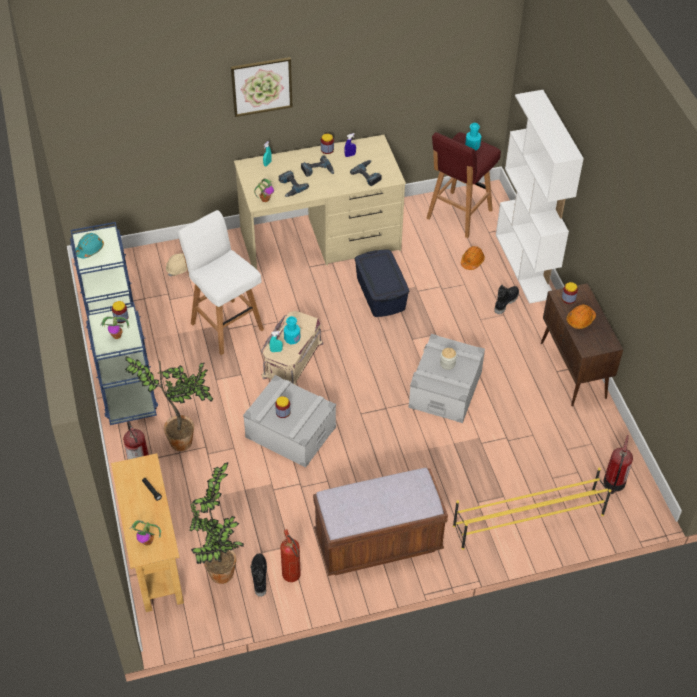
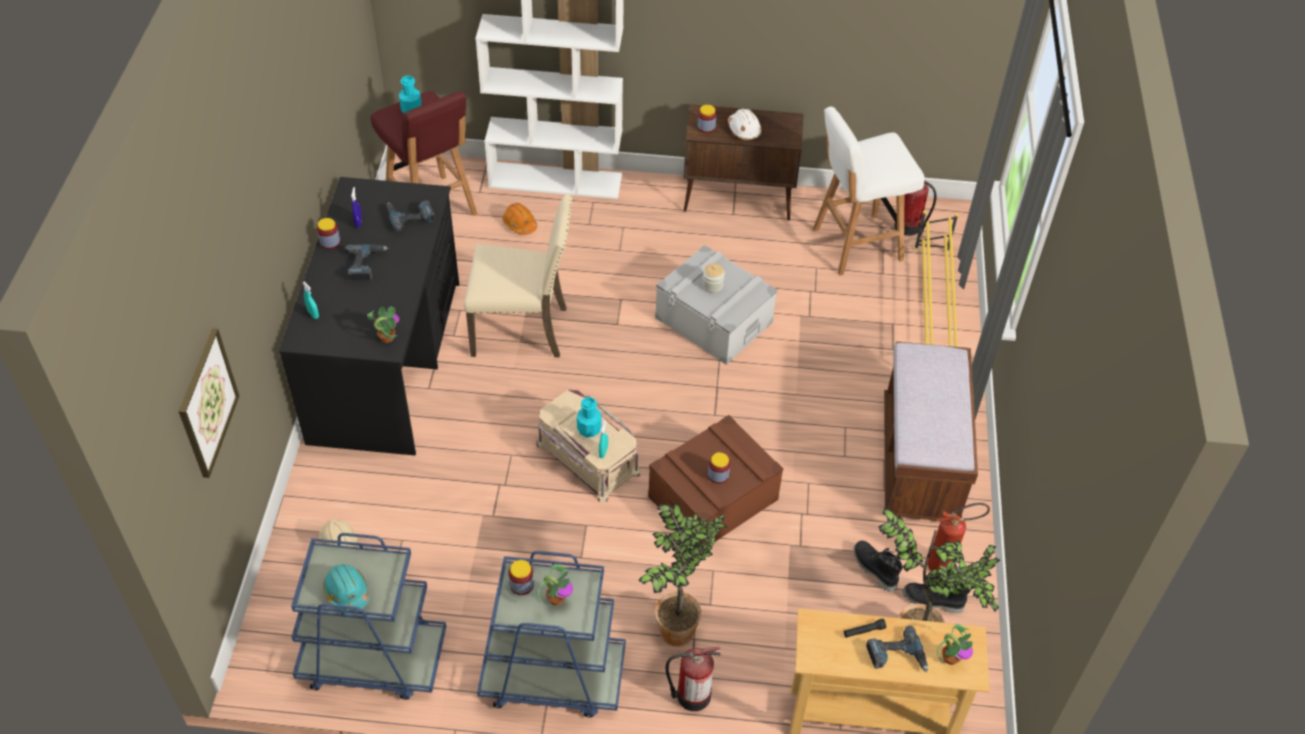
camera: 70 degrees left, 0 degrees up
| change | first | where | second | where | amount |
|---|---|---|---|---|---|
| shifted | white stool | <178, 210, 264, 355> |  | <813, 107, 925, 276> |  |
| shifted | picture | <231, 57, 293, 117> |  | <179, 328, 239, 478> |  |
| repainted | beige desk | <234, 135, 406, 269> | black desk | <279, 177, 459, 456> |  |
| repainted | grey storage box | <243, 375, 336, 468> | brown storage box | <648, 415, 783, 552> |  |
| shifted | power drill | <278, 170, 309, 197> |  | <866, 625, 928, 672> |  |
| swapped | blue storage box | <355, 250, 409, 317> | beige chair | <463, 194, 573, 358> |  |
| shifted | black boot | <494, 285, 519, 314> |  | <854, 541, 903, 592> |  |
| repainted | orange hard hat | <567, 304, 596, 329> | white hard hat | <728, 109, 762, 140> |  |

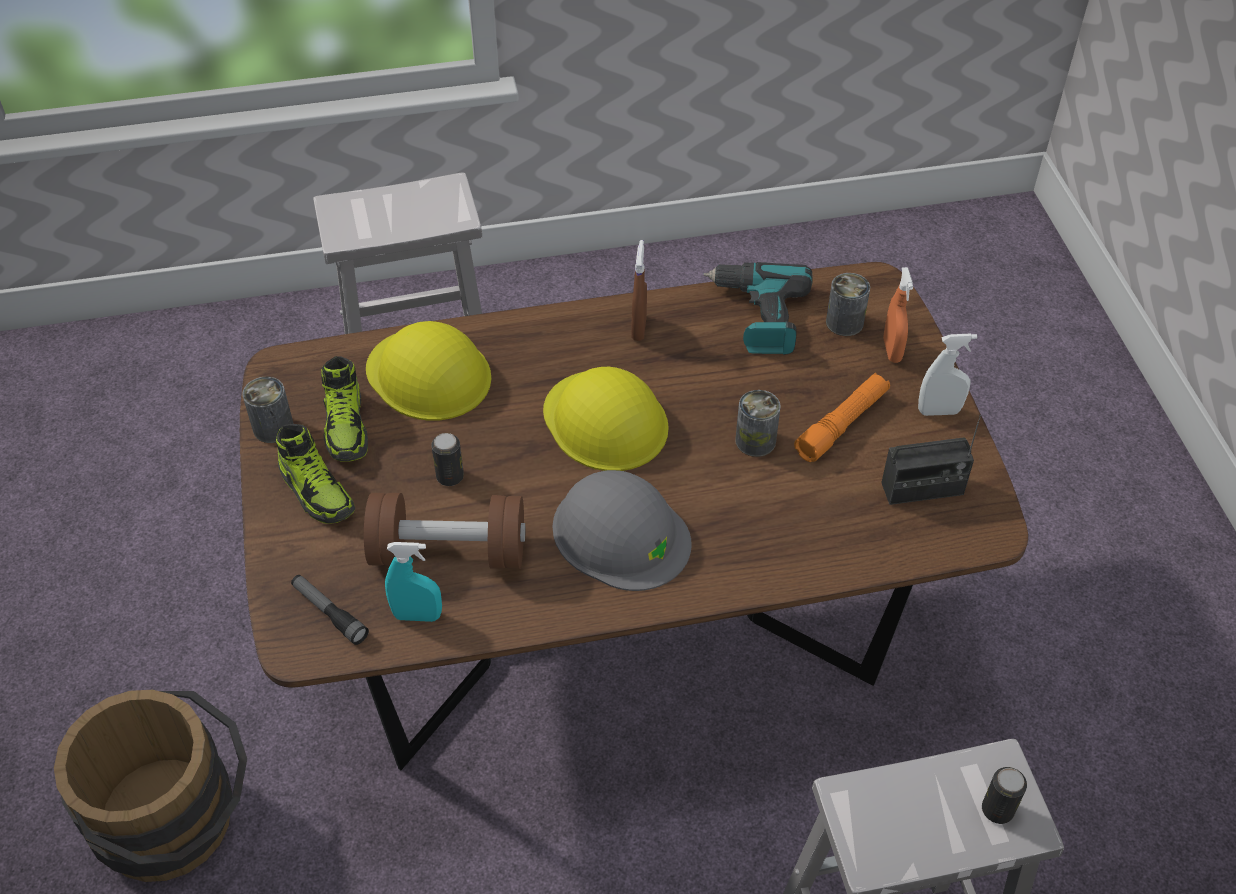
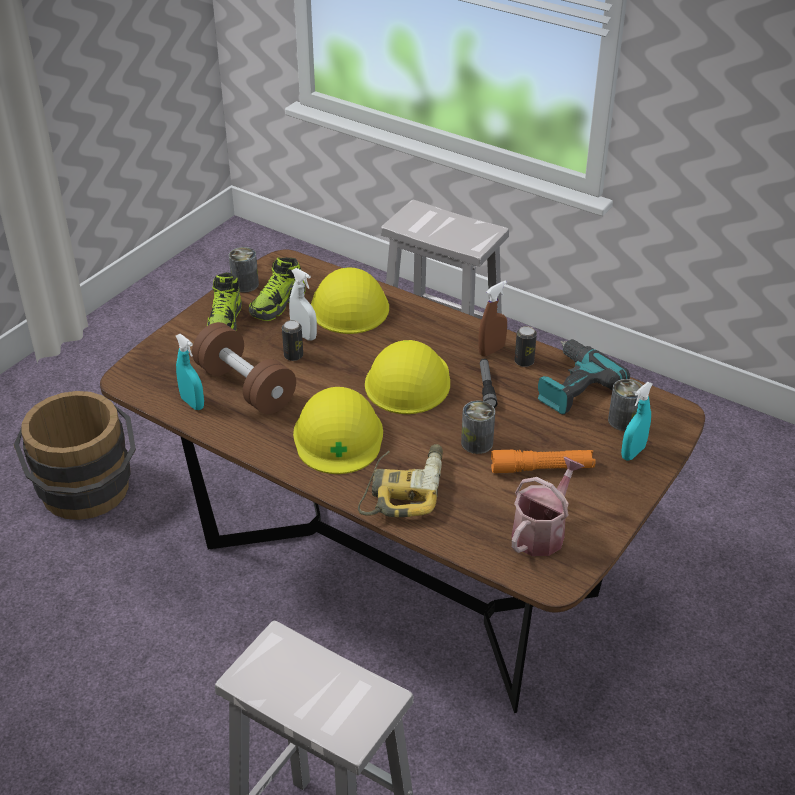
camera: 45 degrees right, 10 degrees down
| change | first | where | second | where | amount |
|---|---|---|---|---|---|
| shifted | flashlight | <291, 575, 369, 645> |  | <480, 359, 498, 408> |  |
| repainted | grey hard hat | <552, 470, 692, 591> | yellow hard hat | <293, 387, 383, 474> |  |
| swapped | radio | <881, 415, 981, 505> | watering can | <511, 457, 585, 556> |  |
| repainted | orange spray bottle | <883, 267, 913, 363> | turquoise spray bottle | <621, 382, 653, 461> |  |
| shifted | white spray bottle | <918, 333, 977, 416> |  | <289, 268, 317, 341> |  |
| shifted | can | <982, 767, 1027, 824> |  | <515, 326, 537, 367> |  |
| new |  |  | power drill | <358, 444, 443, 517> |  |

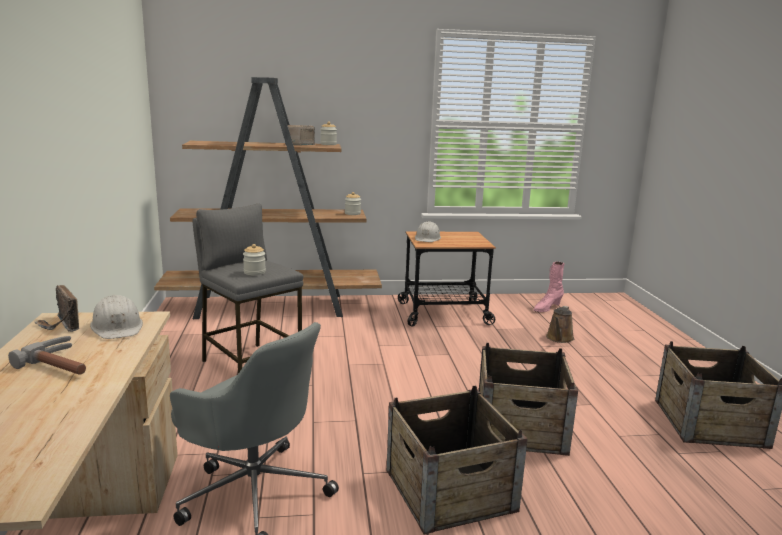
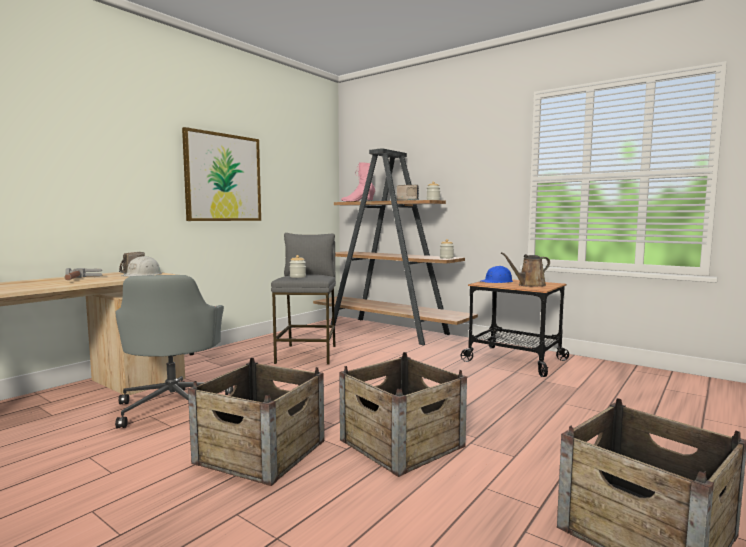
camera: 45 degrees right, 10 degrees down
| change | first | where | second | where | amount |
|---|---|---|---|---|---|
| repainted | white hard hat | <415, 221, 441, 242> | blue hard hat | <481, 266, 513, 283> |  |
| shifted | pink boot | <533, 262, 565, 312> |  | <341, 162, 375, 202> |  |
| shifted | brown watering can | <546, 306, 574, 343> |  | <501, 252, 550, 287> |  |
| new |  |  | picture | <182, 127, 261, 221> |  |

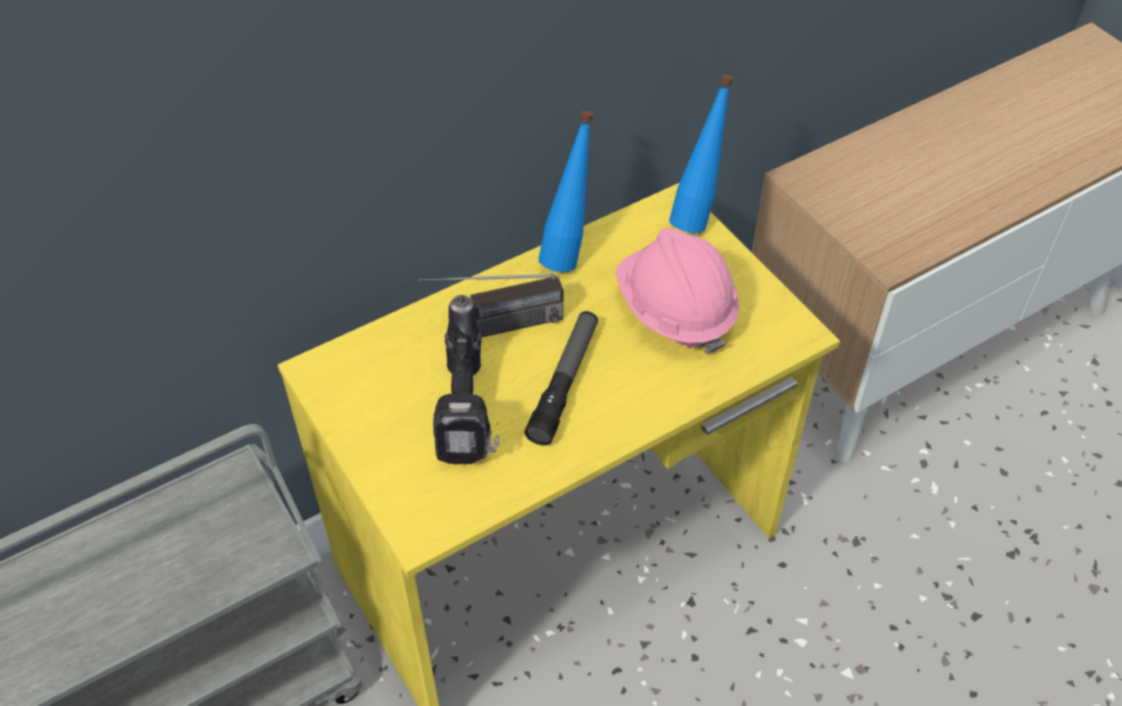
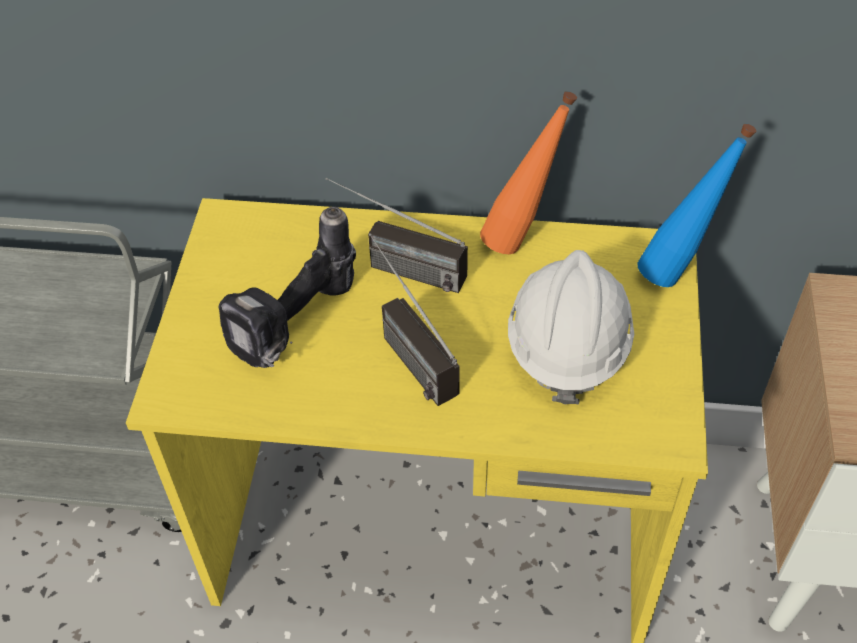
camera: 40 degrees right, 0 degrees up
| change | first | where | second | where | amount |
|---|---|---|---|---|---|
| swapped | flashlight | <524, 311, 598, 445> | radio | <369, 234, 460, 406> |  |
| repainted | blue bottle | <539, 111, 594, 272> | orange bottle | <480, 91, 577, 254> |  |
| repainted | pink hard hat | <615, 228, 739, 354> | white hard hat | <508, 250, 634, 404> |  |

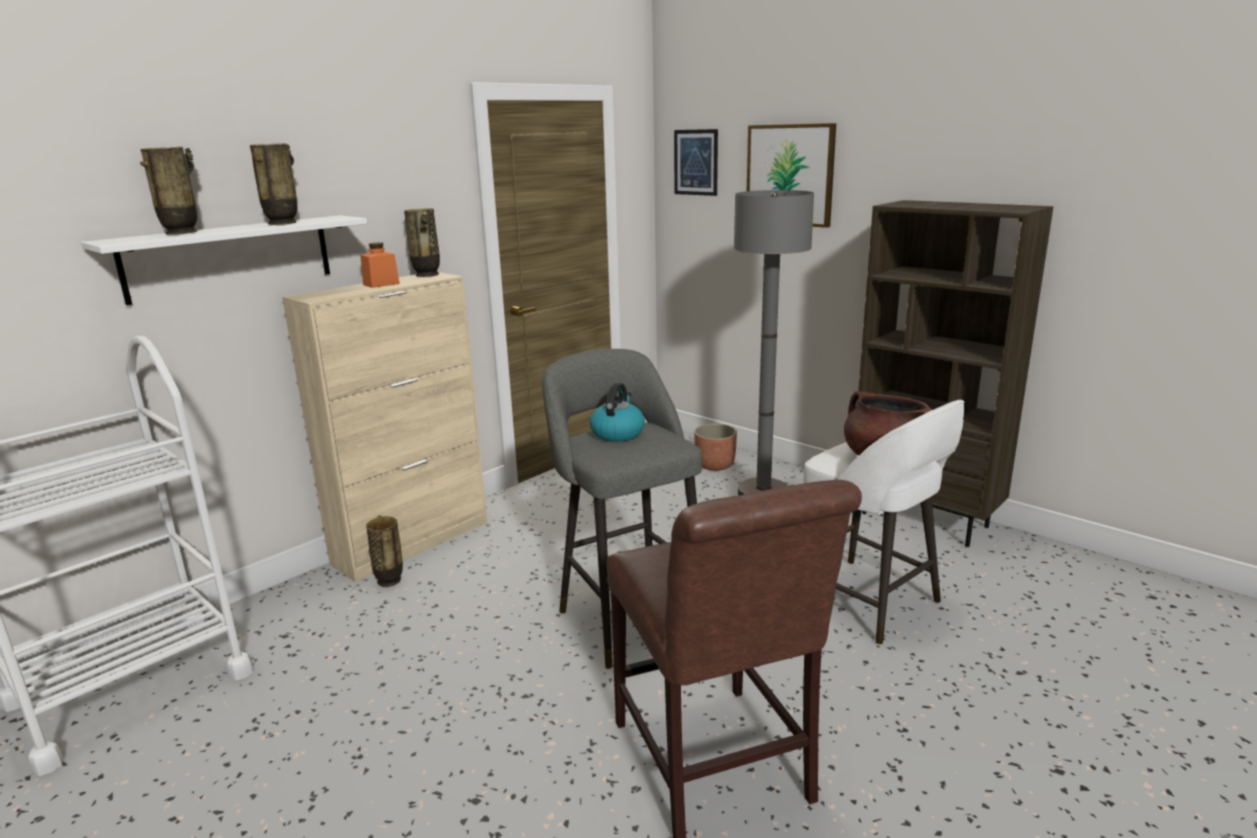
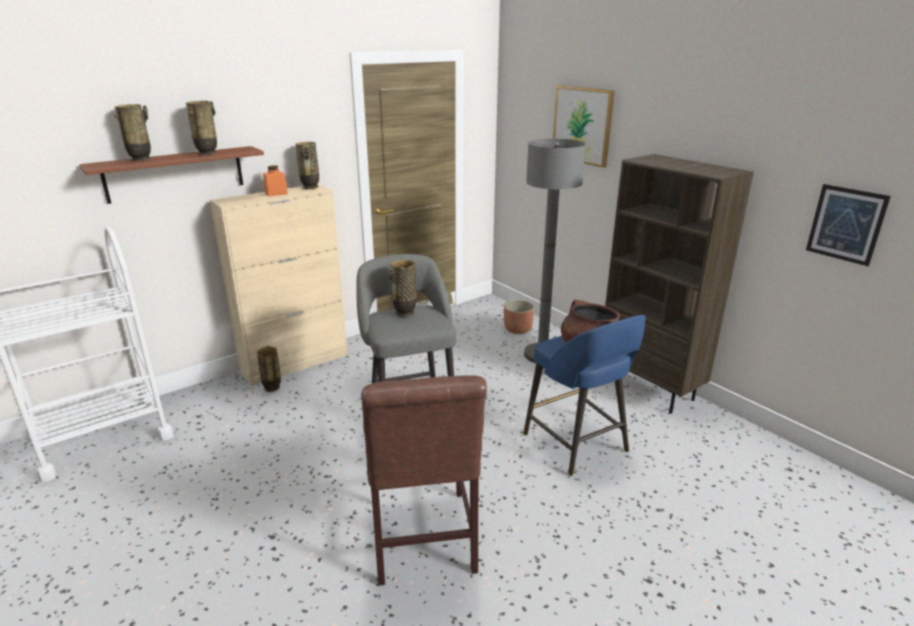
camera: 10 degrees right, 5 degrees up
| change | first | where | second | where | amount |
|---|---|---|---|---|---|
| repainted | white shelf | <81, 215, 367, 305> | brown shelf | <79, 146, 264, 204> |  |
| swapped | kettle | <590, 383, 645, 442> | vase | <389, 260, 417, 317> |  |
| shifted | picture | <674, 129, 718, 196> |  | <806, 184, 891, 266> |  |
| repainted | white stool | <803, 400, 964, 645> | blue stool | <523, 315, 646, 476> |  |

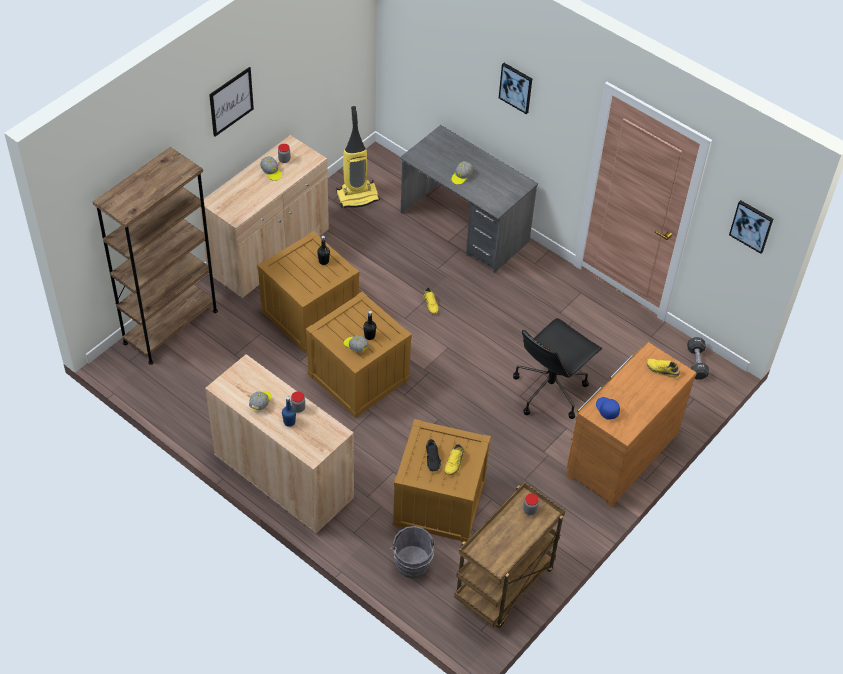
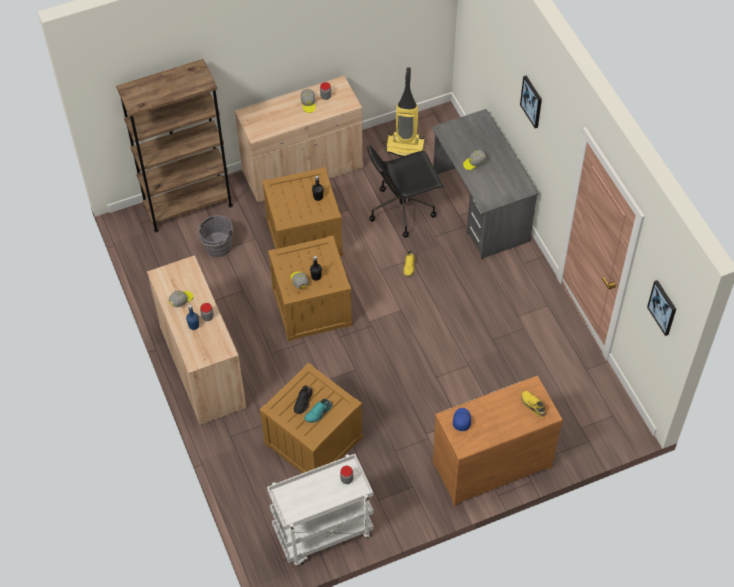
camera: 30 degrees right, 5 degrees up
| change | first | where | second | where | amount |
|---|---|---|---|---|---|
| gone | picture | <209, 67, 254, 137> |  |  |  |
| shifted | grey bucket | <390, 526, 436, 578> |  | <197, 215, 233, 257> |  |
| repainted | yellow shoe | <444, 444, 464, 475> | turquoise shoe | <304, 399, 332, 423> |  |
| repainted | brown cart | <454, 482, 565, 627> | white cart | <267, 454, 374, 566> |  |
| shifted | black office chair | <513, 318, 602, 419> |  | <367, 144, 444, 238> |  |
| gone | black dumbbell | <687, 337, 709, 380> |  |  |  |

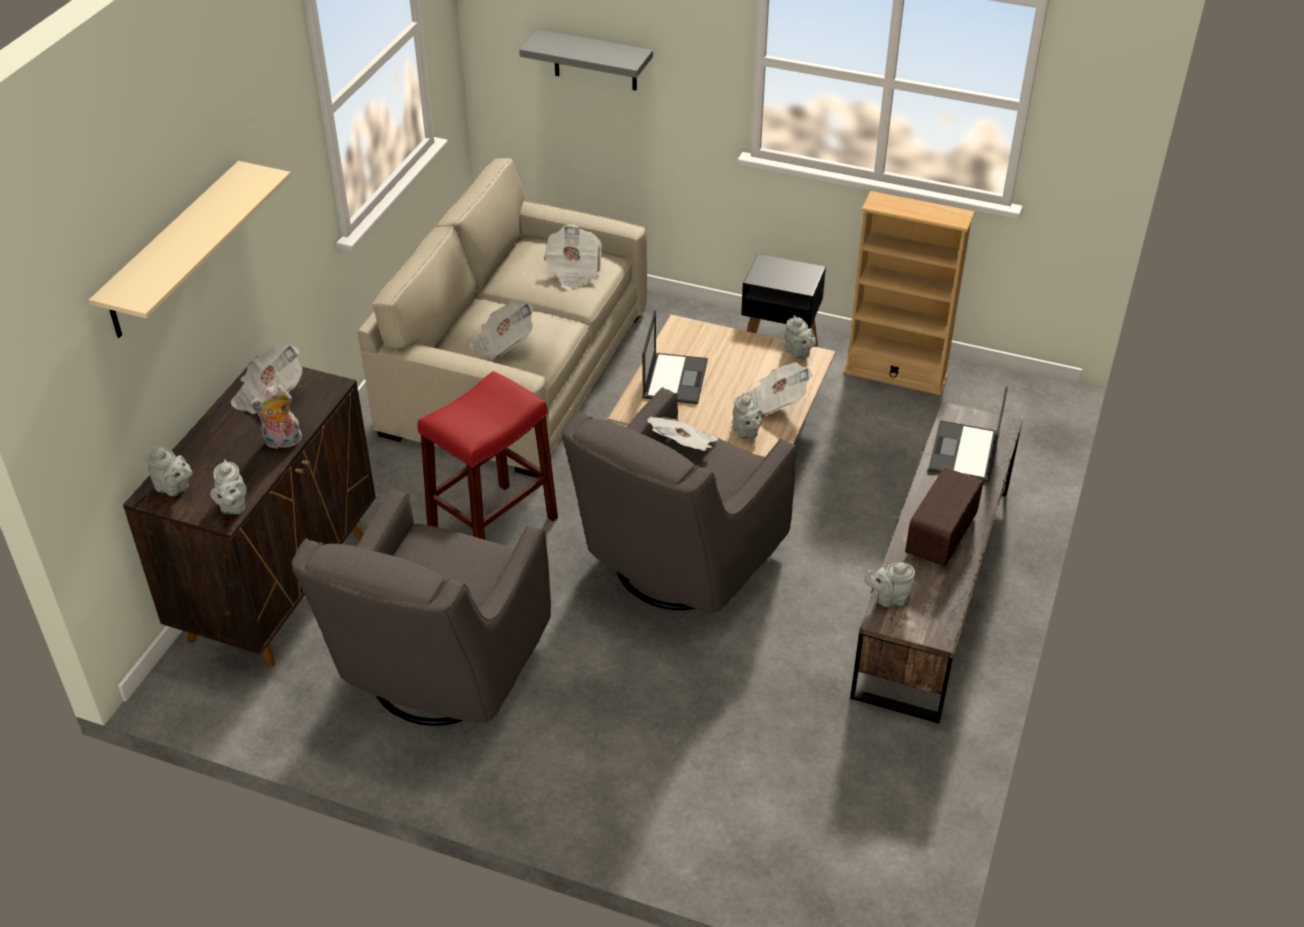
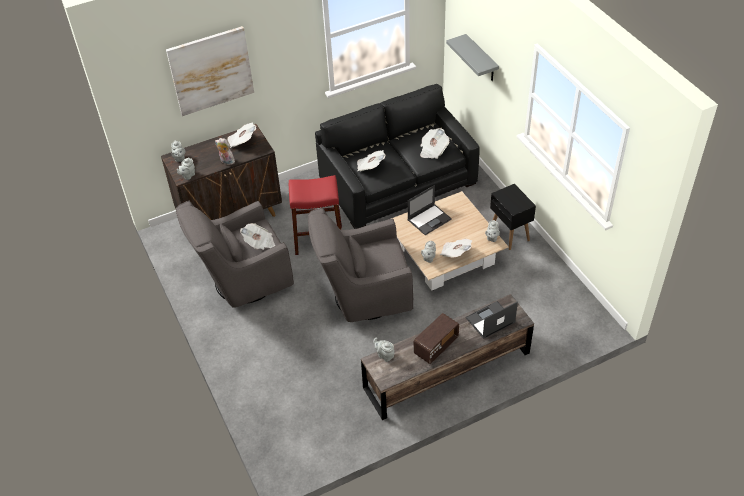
camera: 45 degrees right, 5 degrees up
| change | first | where | second | where | amount |
|---|---|---|---|---|---|
| swapped | beige shelf | <89, 161, 291, 338> | picture | <166, 26, 254, 116> |  |
| repainted | beige sofa | <358, 158, 647, 478> | black sofa | <315, 84, 480, 229> |  |
| shifted | newspaper | <647, 417, 718, 451> |  | <240, 223, 275, 250> |  |
| gone | beige bookcase | <844, 191, 975, 395> |  |  |  |
| rotated | radio | <905, 467, 984, 567> |  | <413, 313, 459, 364> | 150 degrees clockwise |

